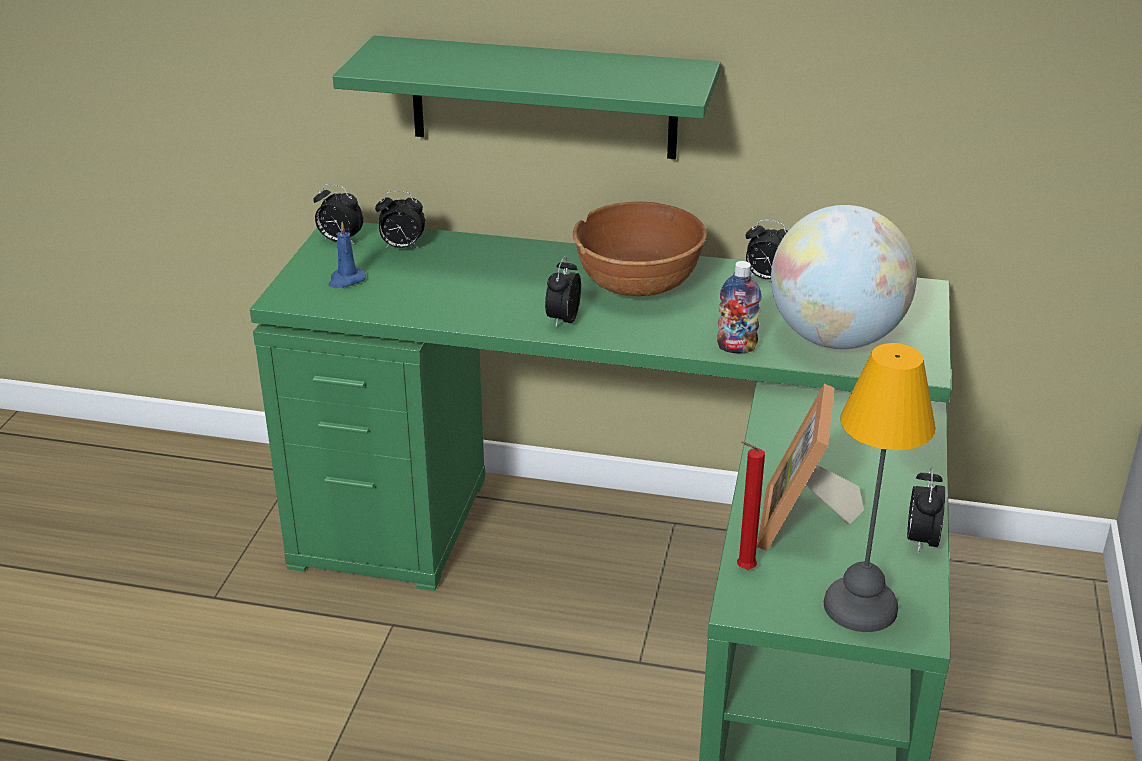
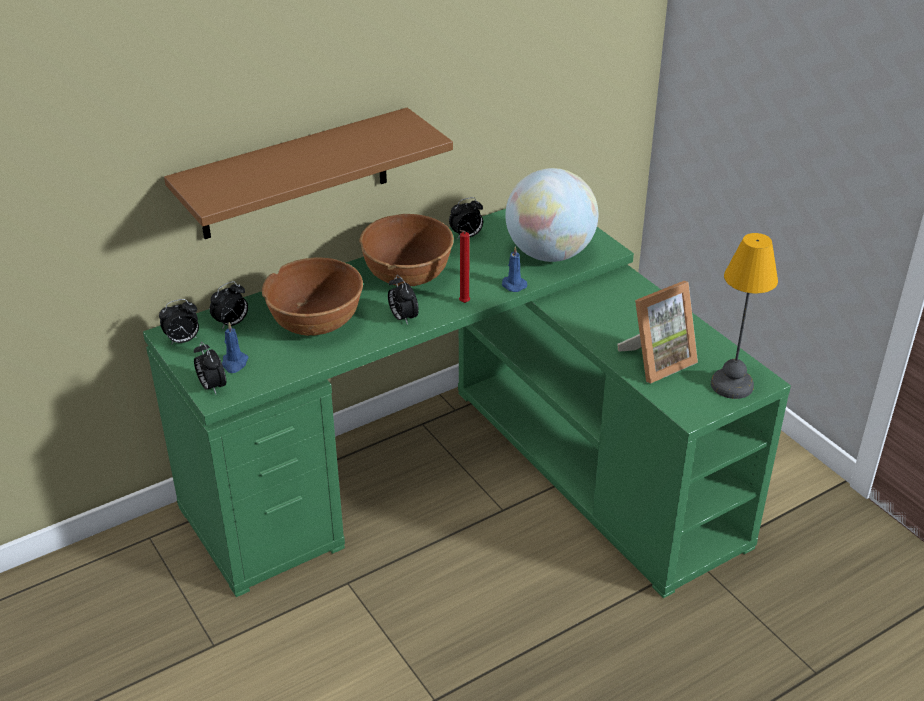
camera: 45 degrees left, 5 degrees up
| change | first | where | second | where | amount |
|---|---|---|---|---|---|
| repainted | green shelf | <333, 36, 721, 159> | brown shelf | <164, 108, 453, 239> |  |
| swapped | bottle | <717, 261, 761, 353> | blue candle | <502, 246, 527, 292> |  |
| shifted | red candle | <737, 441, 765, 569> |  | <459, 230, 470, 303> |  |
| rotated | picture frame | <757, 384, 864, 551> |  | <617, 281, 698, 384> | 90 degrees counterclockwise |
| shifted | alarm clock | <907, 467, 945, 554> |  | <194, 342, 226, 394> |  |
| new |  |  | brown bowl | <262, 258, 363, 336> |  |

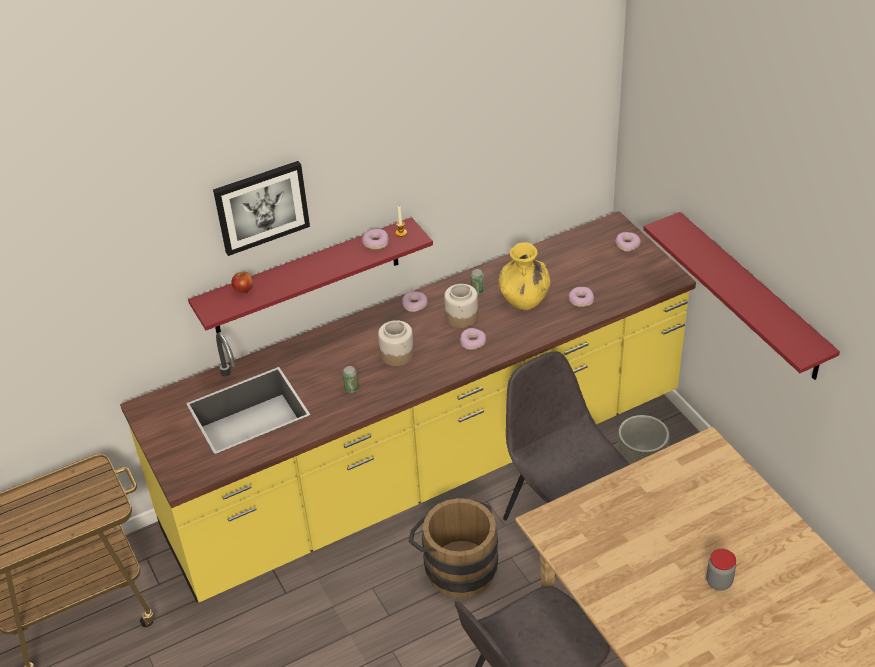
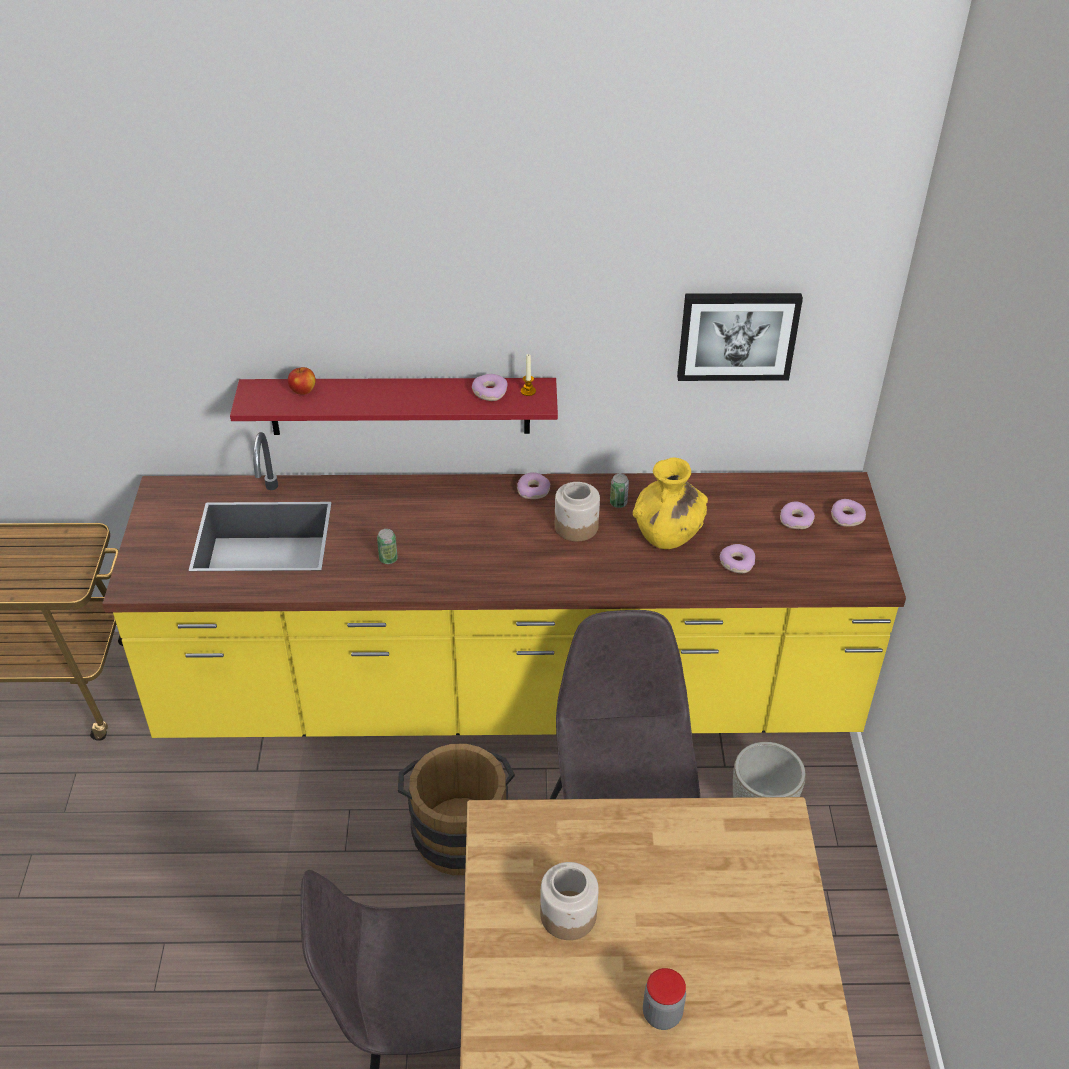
camera: 25 degrees right, 0 degrees up
| change | first | where | second | where | amount |
|---|---|---|---|---|---|
| shifted | picture | <213, 161, 310, 256> |  | <677, 293, 803, 381> |  |
| shifted | jar | <378, 320, 414, 366> |  | <540, 862, 599, 940> |  |
| shifted | donut | <460, 328, 486, 350> |  | <780, 502, 815, 529> |  |
| gone | red shelf | <643, 212, 840, 380> |  |  |  |

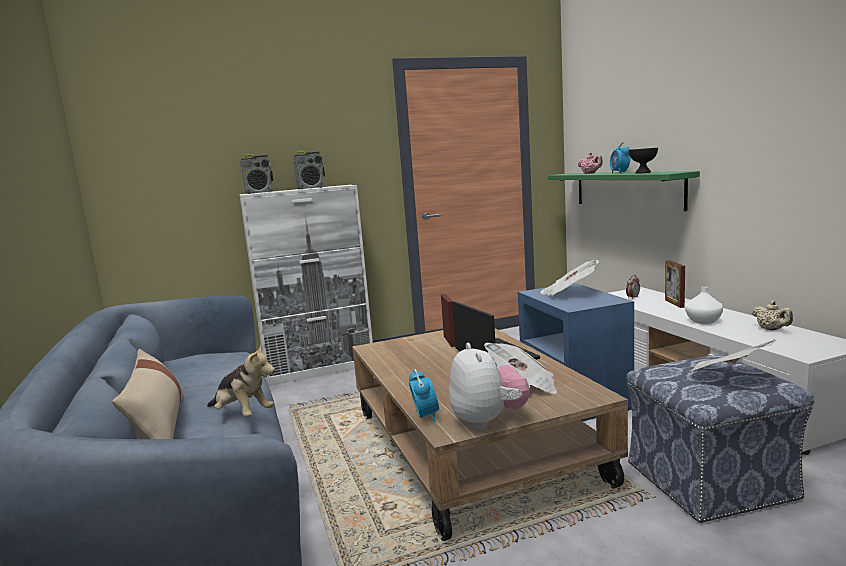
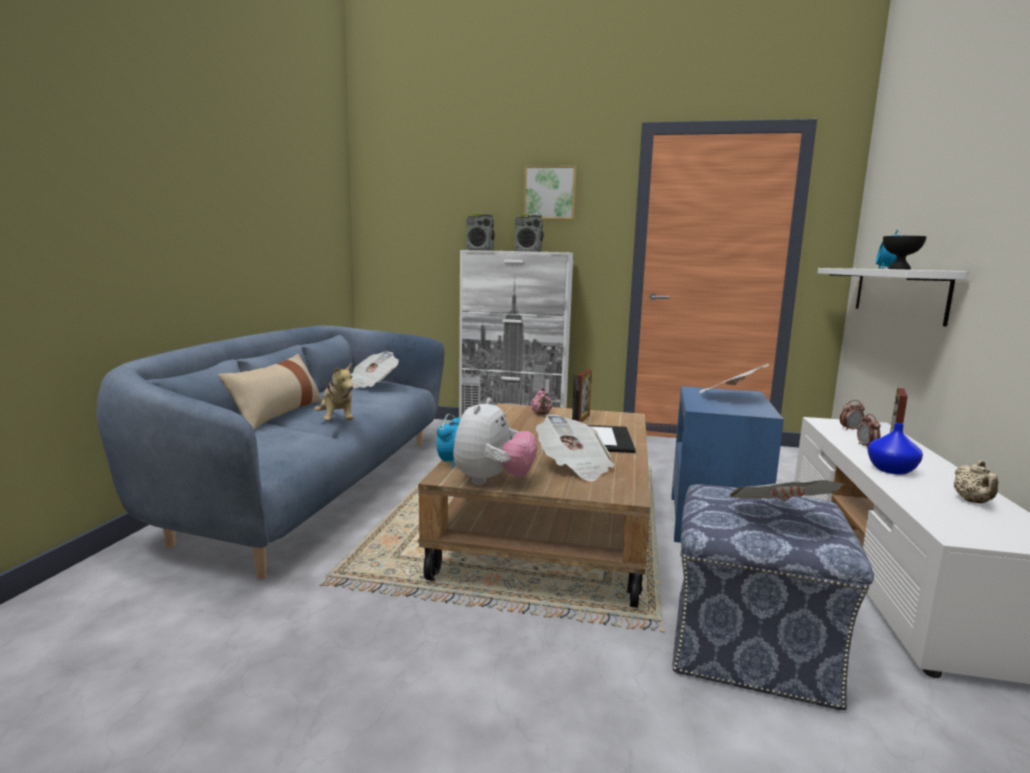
camera: 30 degrees right, 0 degrees up
| change | first | where | second | where | amount |
|---|---|---|---|---|---|
| repainted | green shelf | <548, 171, 700, 211> | white shelf | <818, 268, 968, 327> |  |
| shifted | pink teapot | <578, 152, 603, 174> |  | <531, 387, 552, 415> |  |
| repainted | white vase | <685, 286, 723, 324> | blue vase | <867, 423, 923, 475> |  |
| new |  |  | newspaper | <351, 352, 399, 388> |  |
| new |  |  | picture | <523, 166, 576, 220> |  |
| new |  |  | alarm clock | <857, 414, 880, 449> |  |

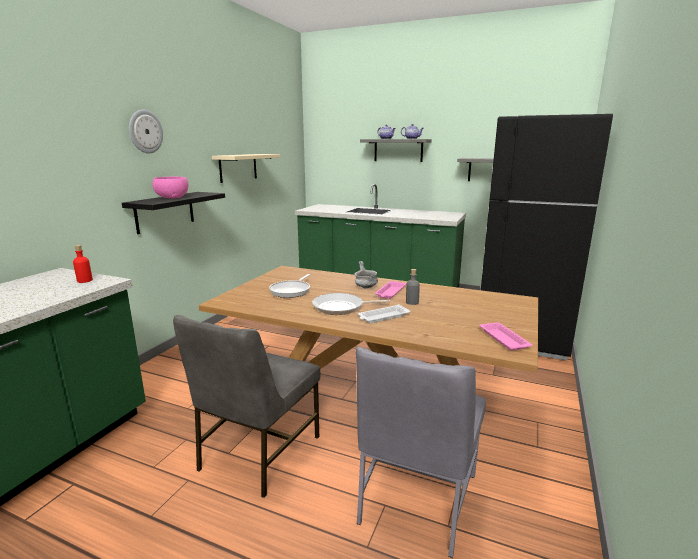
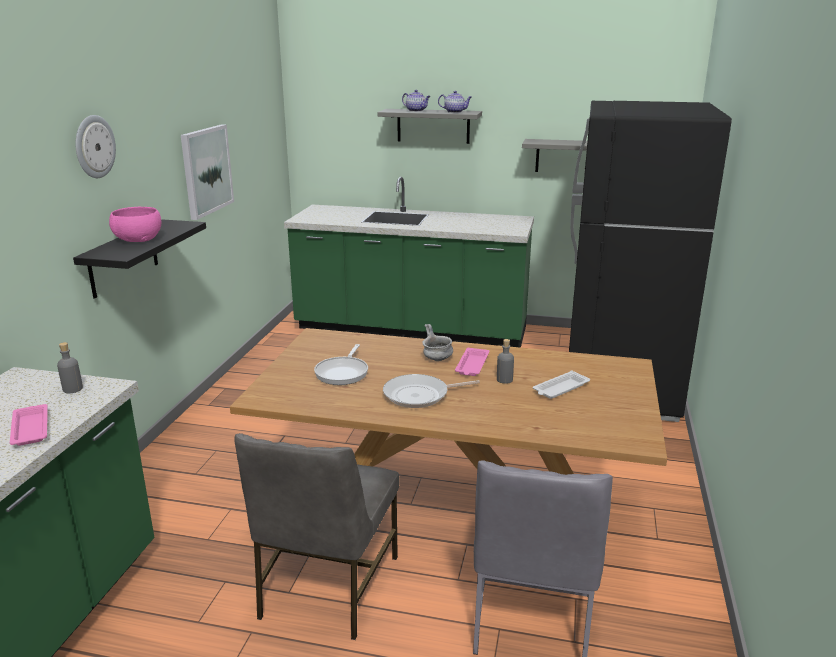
camera: 10 degrees left, 5 degrees up
| change | first | where | second | where | amount |
|---|---|---|---|---|---|
| repainted | red bottle | <73, 245, 93, 283> | grey bottle | <57, 342, 83, 393> |  |
| swapped | beige shelf | <212, 154, 280, 183> | picture | <181, 125, 234, 220> |  |
| shifted | white tray | <358, 304, 410, 323> |  | <533, 371, 590, 399> |  |
| shifted | pink tray | <479, 322, 533, 350> |  | <10, 404, 47, 446> |  |

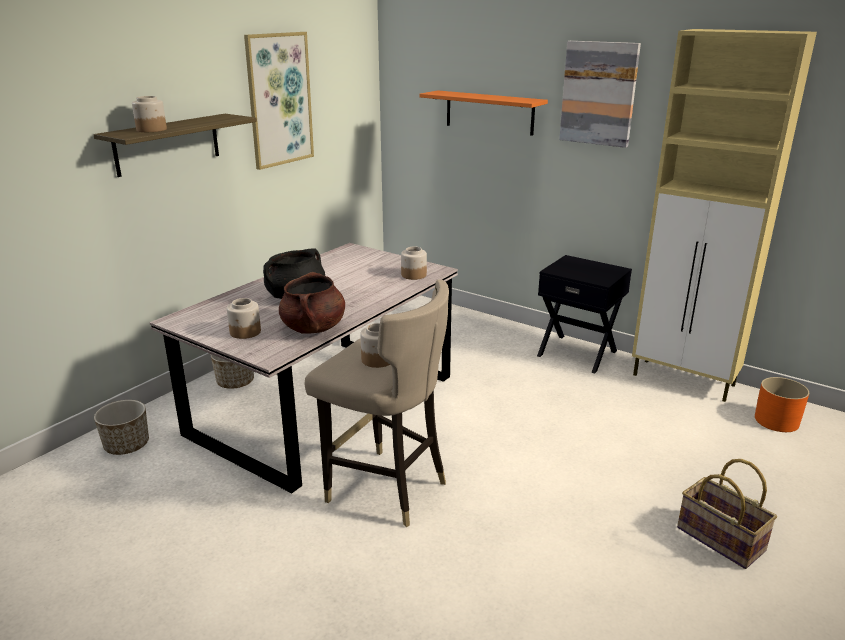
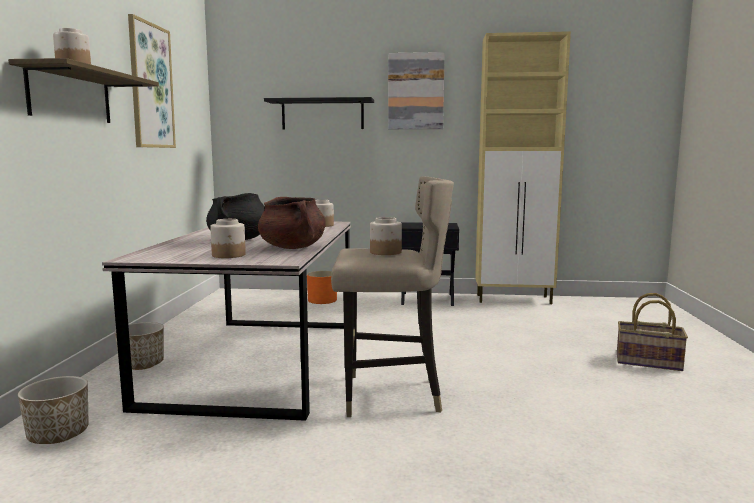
camera: 30 degrees left, 15 degrees down
| change | first | where | second | where | amount |
|---|---|---|---|---|---|
| repainted | orange shelf | <419, 90, 548, 136> | black shelf | <264, 97, 374, 129> |  |
| shifted | orange planter | <755, 377, 809, 432> |  | <307, 271, 337, 304> |  |

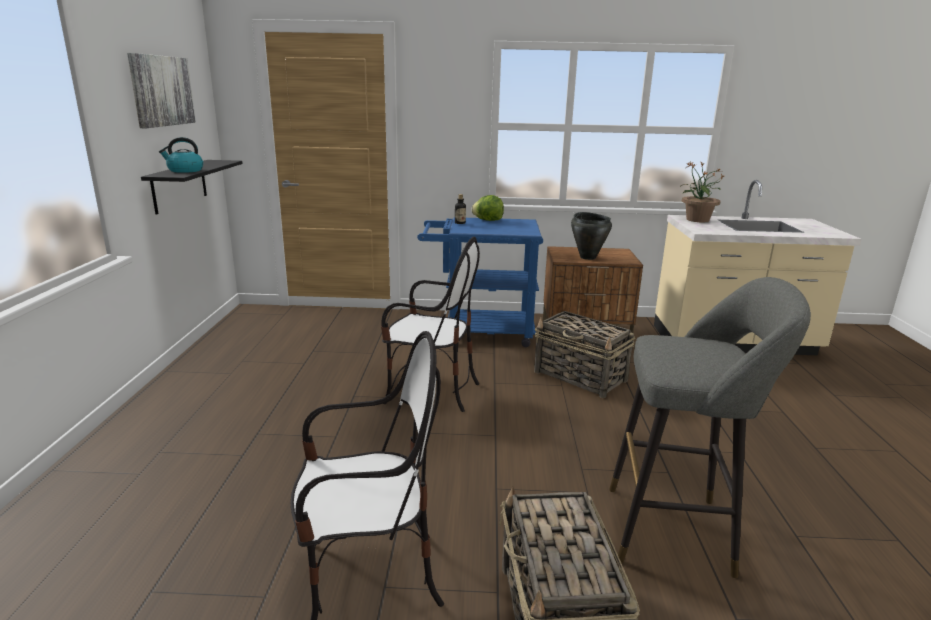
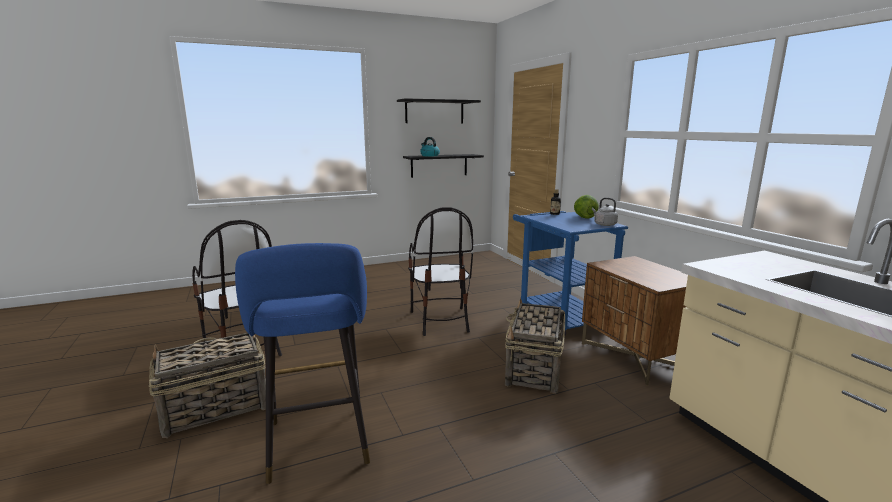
camera: 65 degrees right, 5 degrees down
| change | first | where | second | where | amount |
|---|---|---|---|---|---|
| swapped | picture | <127, 53, 196, 128> | black shelf | <397, 98, 481, 123> |  |
| gone | black cooking pot | <571, 212, 612, 260> |  |  |  |
| repainted | grey stool | <609, 277, 811, 578> | blue stool | <235, 243, 370, 484> |  |
| gone | potted plant | <681, 162, 724, 222> |  |  |  |
| new |  |  | grey kettle | <592, 198, 618, 226> |  |

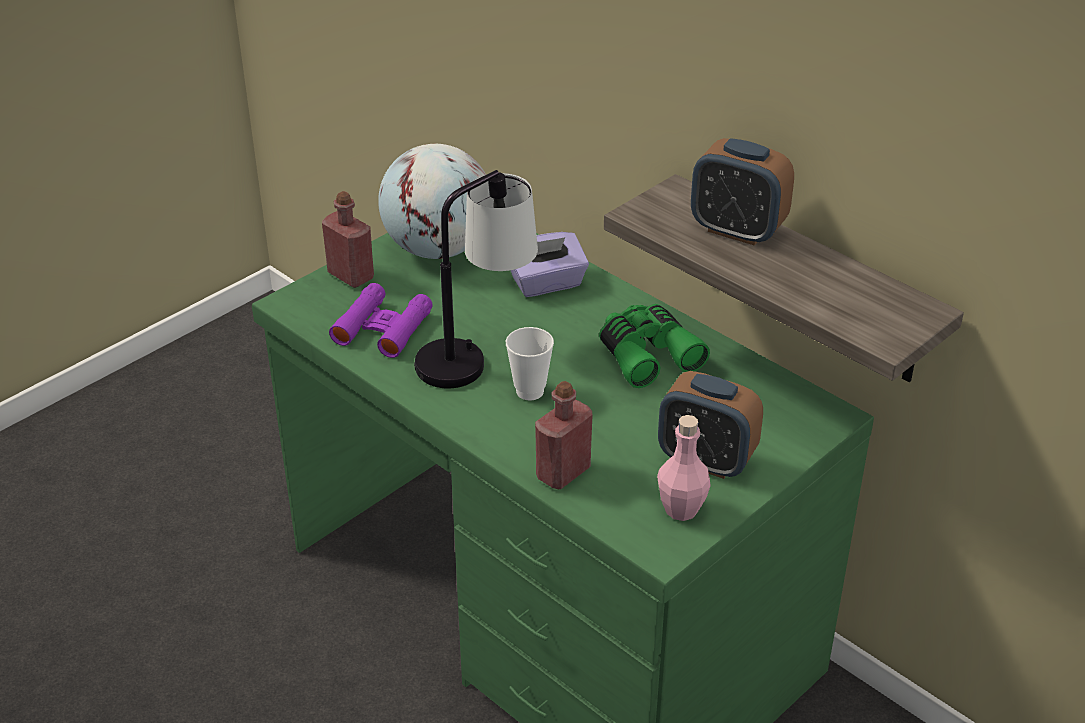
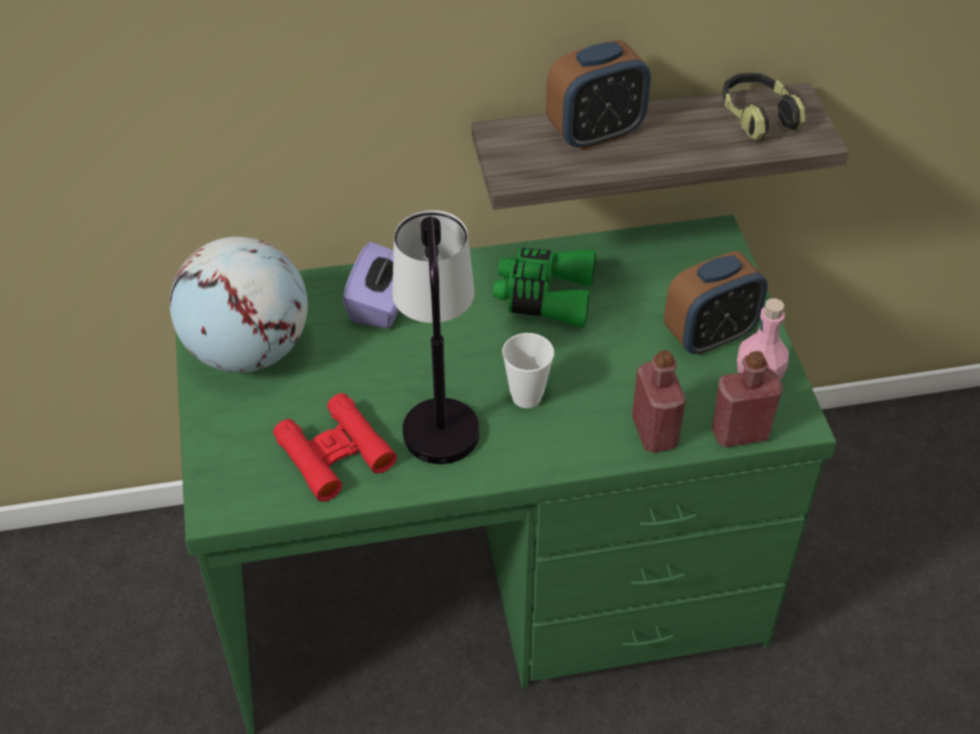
camera: 55 degrees left, 10 degrees up
| change | first | where | second | where | amount |
|---|---|---|---|---|---|
| shifted | red bottle | <322, 191, 374, 288> |  | <712, 351, 783, 448> |  |
| repainted | purple binoculars | <329, 283, 433, 358> | red binoculars | <273, 393, 397, 502> |  |
| new |  |  | headphones | <723, 73, 805, 140> |  |

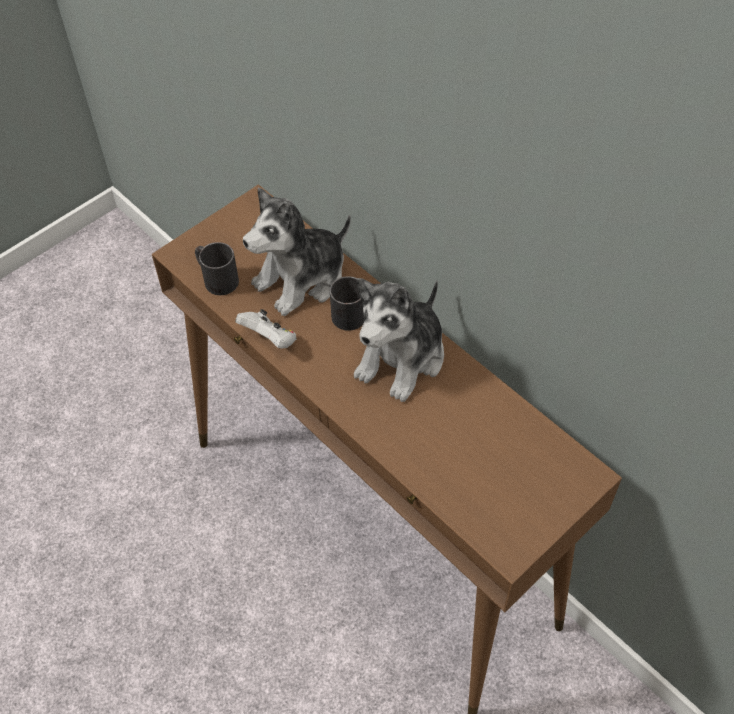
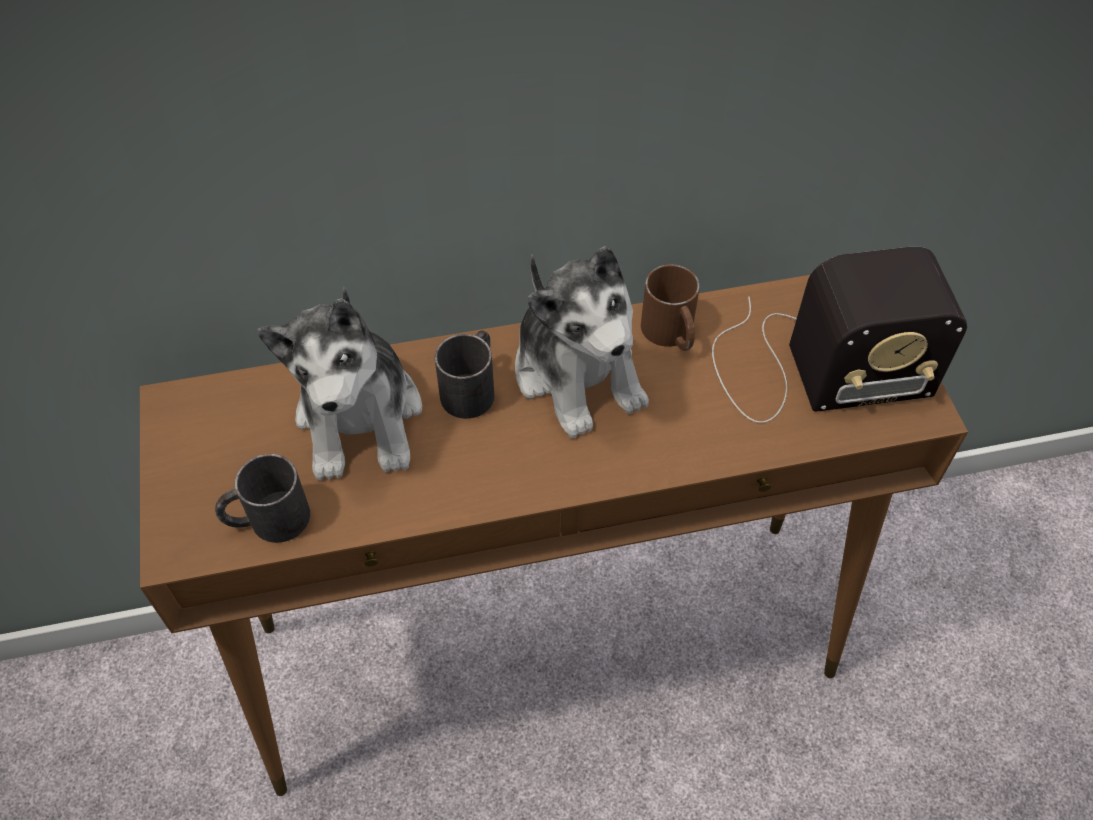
camera: 60 degrees left, 0 degrees up
| change | first | where | second | where | amount |
|---|---|---|---|---|---|
| gone | white game controller | <235, 309, 296, 349> |  |  |  |
| new |  |  | brown mug | <641, 264, 700, 351> |  |
| new |  |  | radio | <712, 246, 967, 423> |  |

